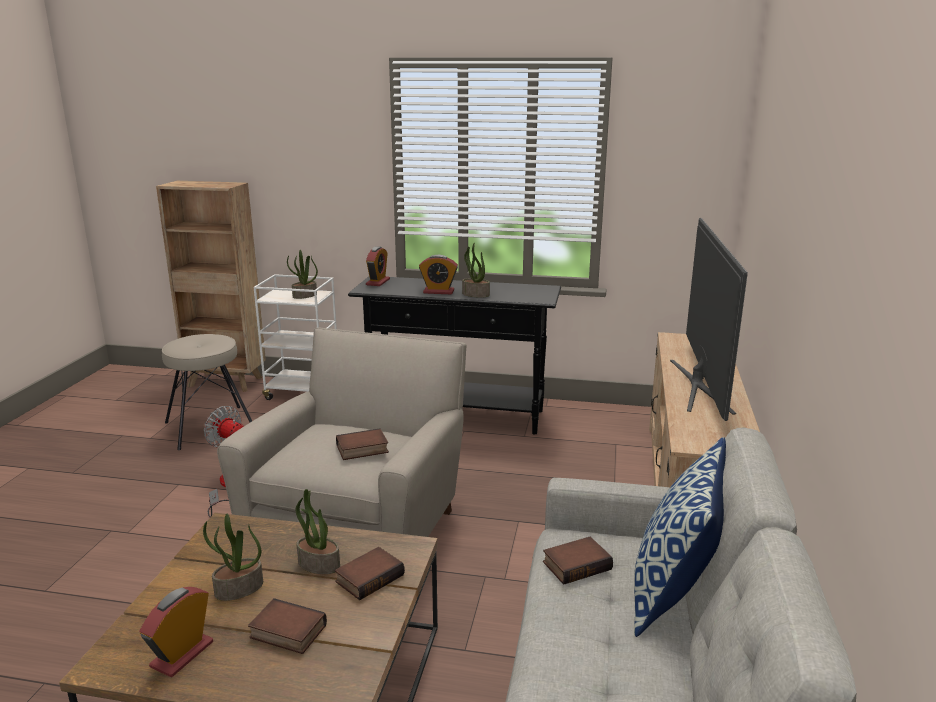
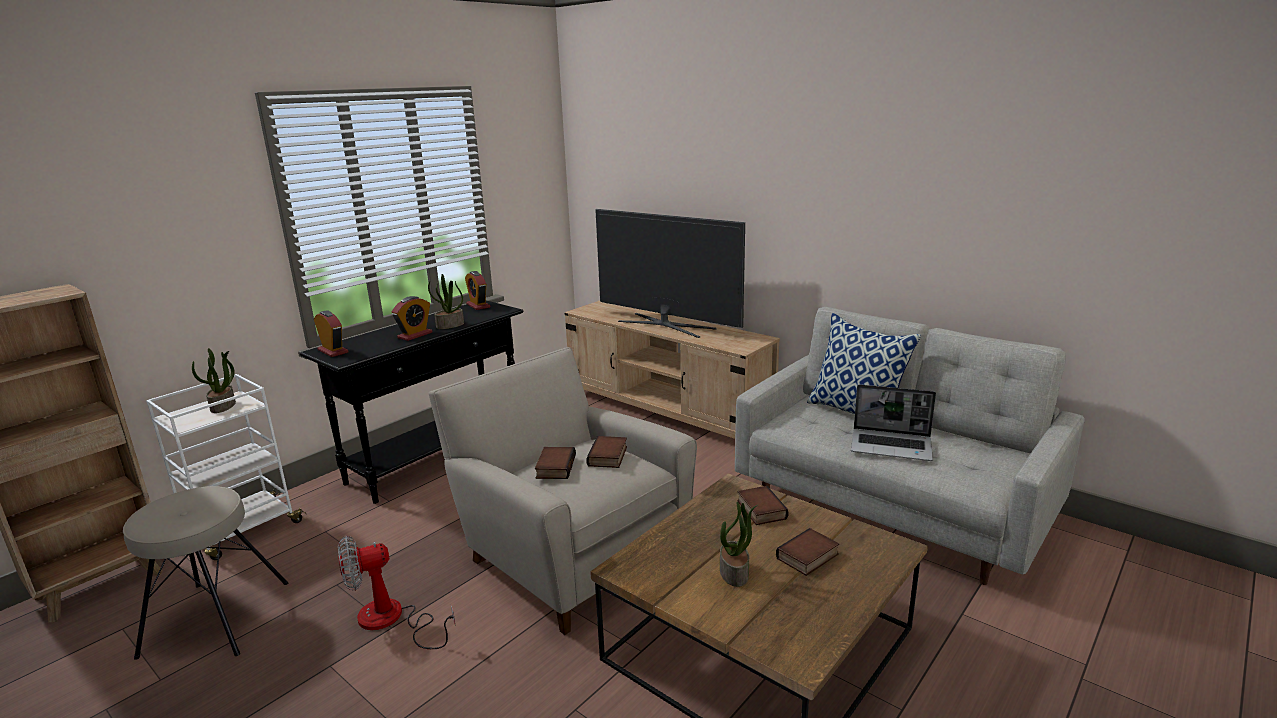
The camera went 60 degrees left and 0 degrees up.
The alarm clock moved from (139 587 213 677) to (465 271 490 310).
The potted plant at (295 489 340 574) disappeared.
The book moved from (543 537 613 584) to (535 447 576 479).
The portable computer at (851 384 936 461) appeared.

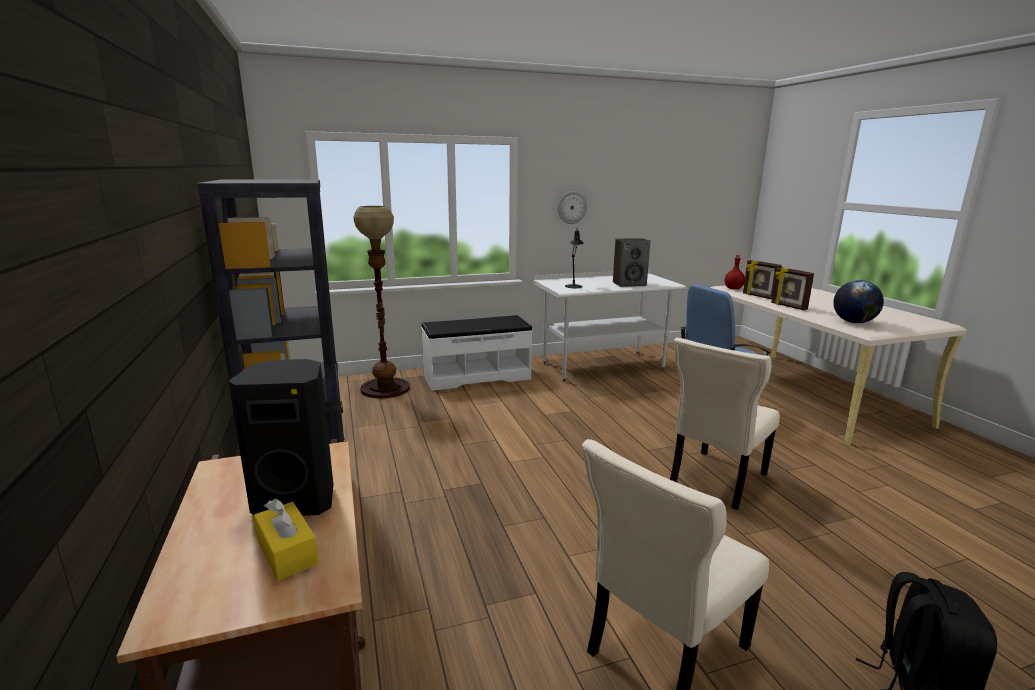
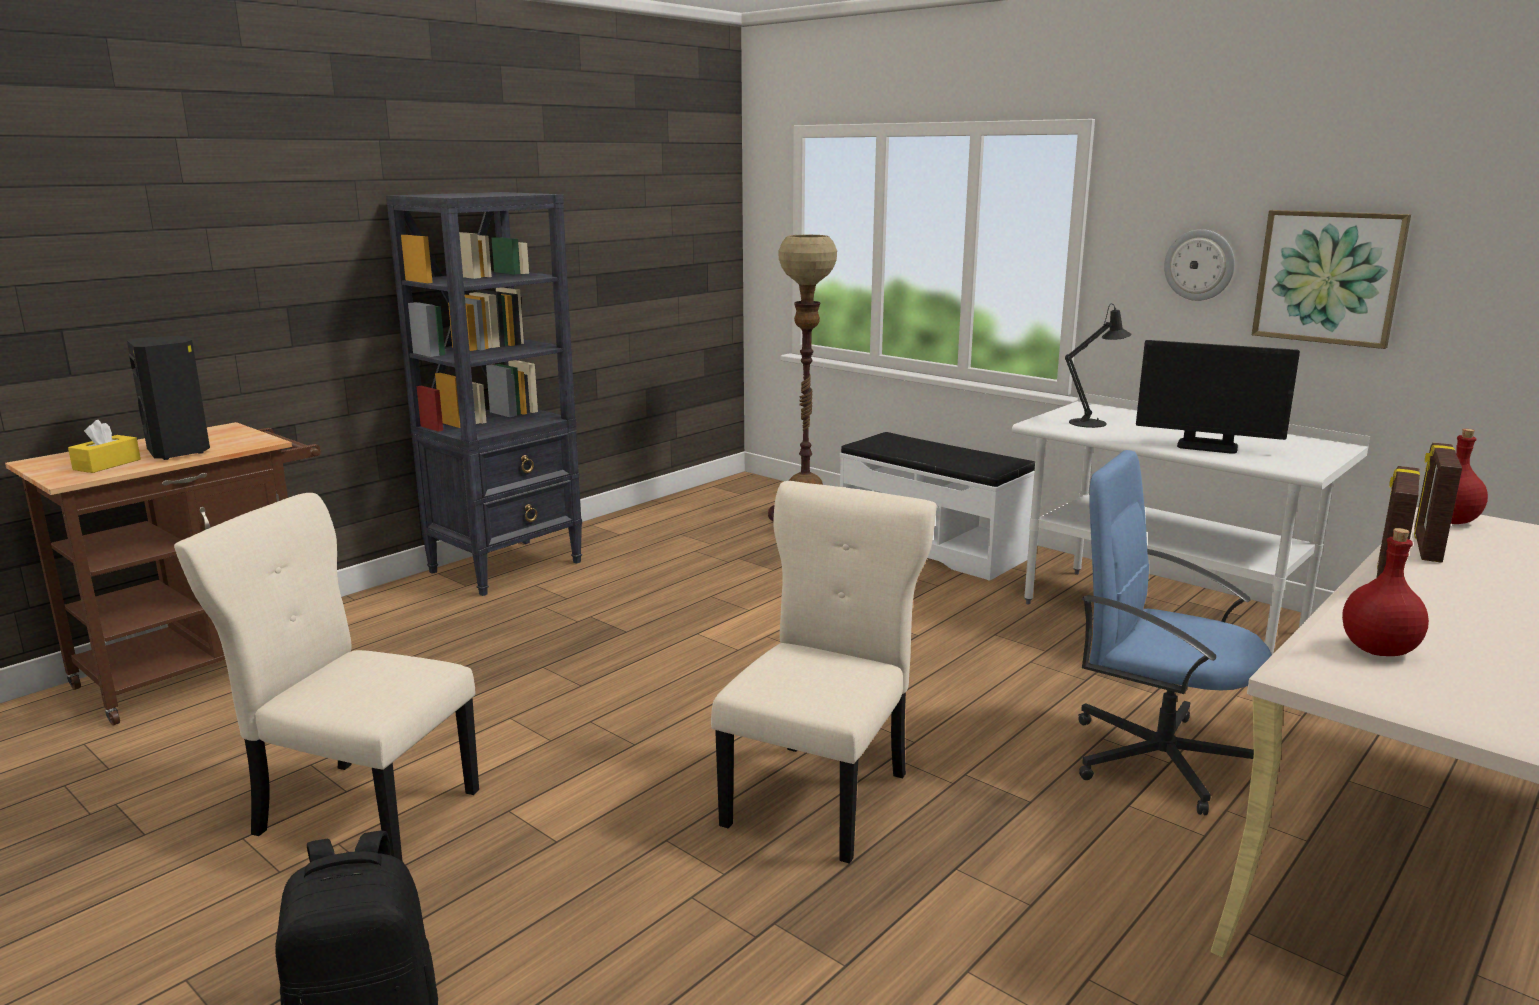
The camera went 60 degrees right and 0 degrees up.
The speaker at (613 238 650 287) was replaced by the computer display at (1136 340 1300 454).
The plain chair (sand-coloured) at (670 338 780 510) turned 105 degrees clockwise.
The desk globe at (833 280 884 323) was replaced by the drink bottle (red) at (1342 528 1429 656).
The wall picture at (1252 210 1411 349) appeared.

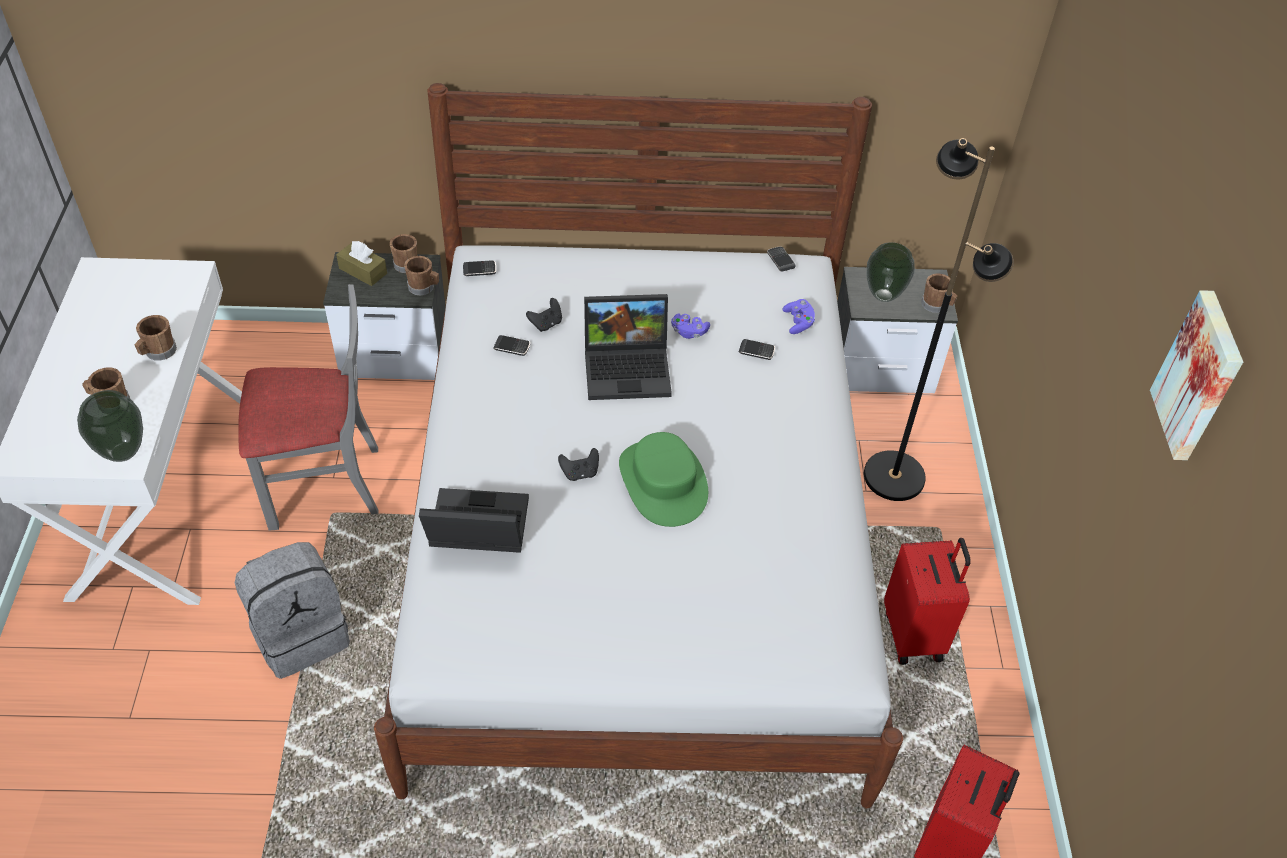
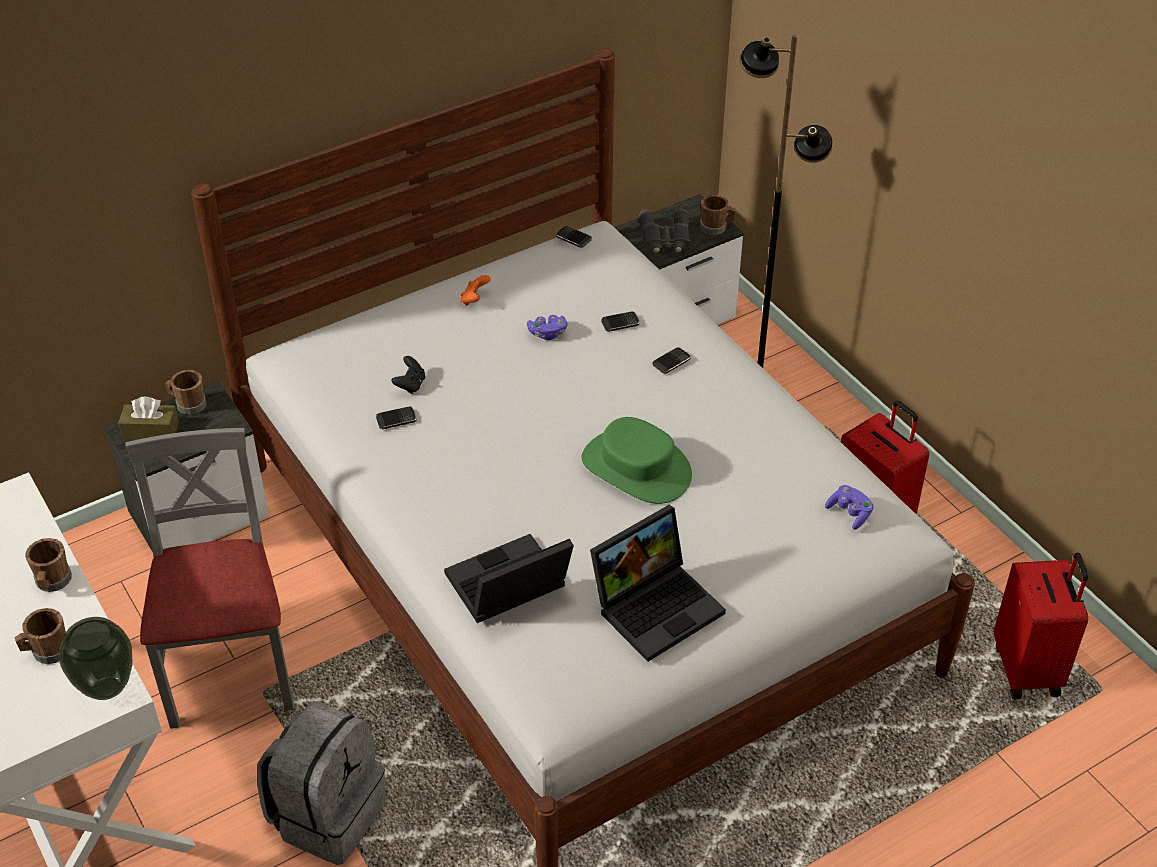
The camera went 30 degrees left and 5 degrees down.
The plain chair (grey) at (238 284 378 531) turned 60 degrees counterclockwise.
The coffee mug (brownish) at (404 256 439 295) disappeared.
The phone moved from (463 260 496 276) to (653 347 691 374).
The game controller (black-coloured) at (558 448 599 481) disappeared.
The portable computer moved from (584 294 672 400) to (590 505 726 662).
The game controller (purple-coloured) moved from (783 299 815 334) to (825 485 874 530).
The decorative vase at (867 242 915 302) was replaced by the pair of binoculars (grey) at (639 209 691 254).
The wall picture at (1150 290 1243 460) disappeared.
The game controller (orangey) at (460 275 491 306) appeared.

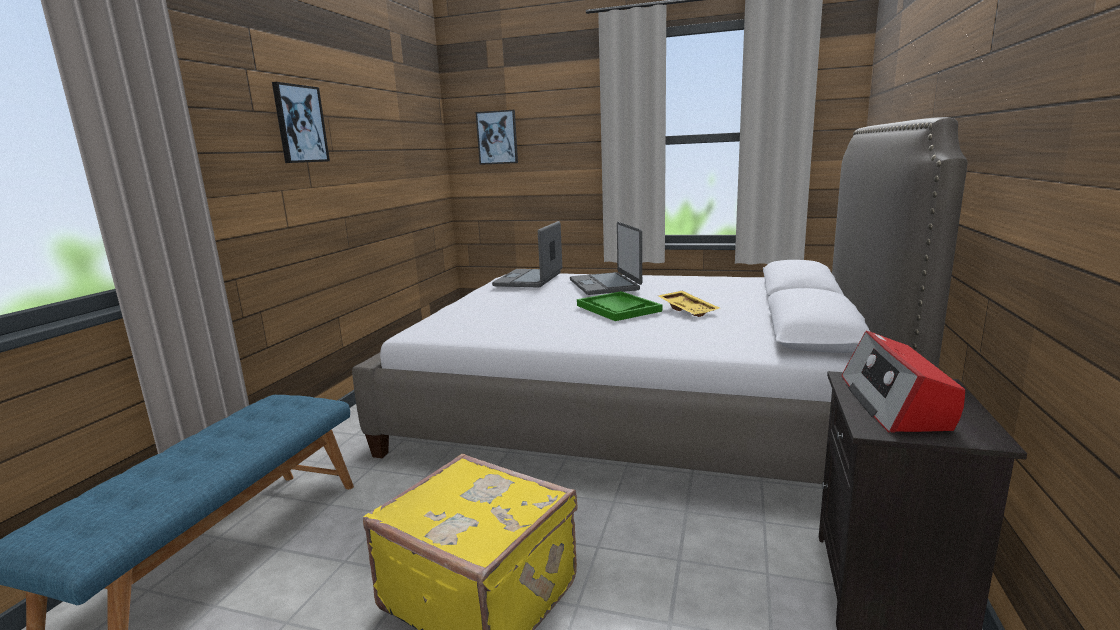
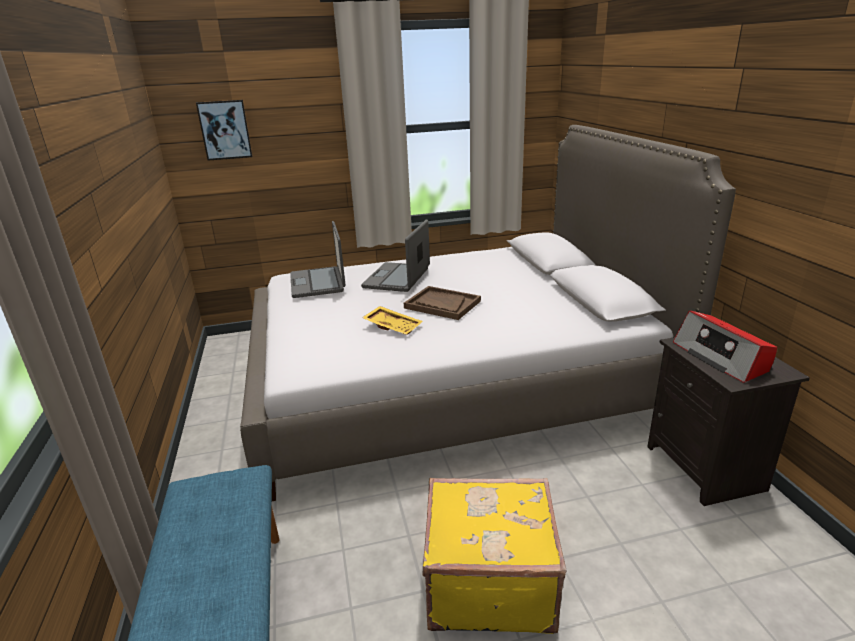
The camera went 30 degrees left and 10 degrees up.
The wall picture at (272 82 330 163) disappeared.
The portable computer at (570 222 642 295) turned 60 degrees clockwise.
The serving tray (green-coloured) at (577 291 662 321) became the serving tray (brownish) at (404 286 481 320).
The serving tray (yellow-coloured) moved from (658 291 719 317) to (362 306 423 335).

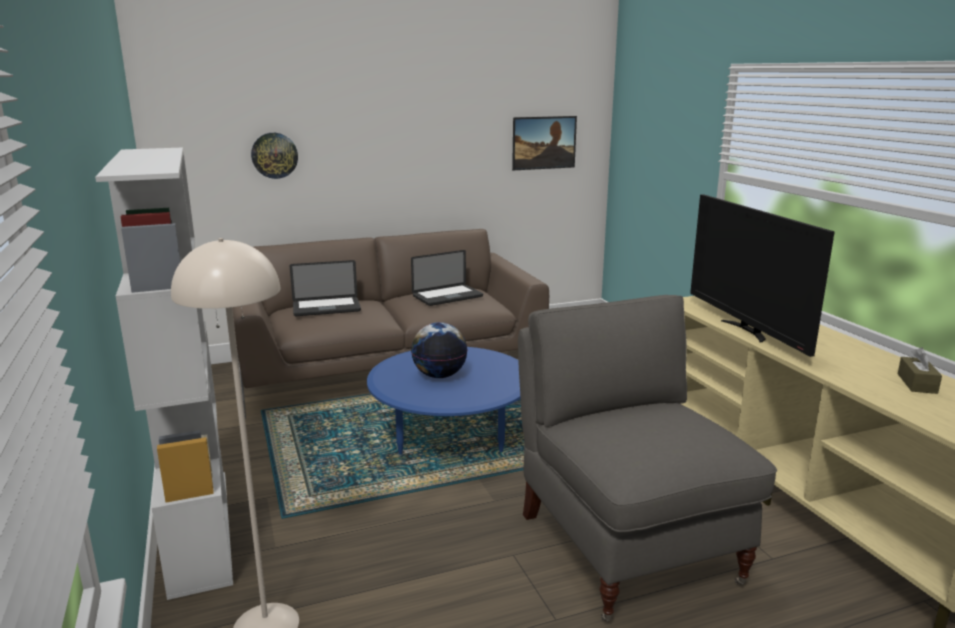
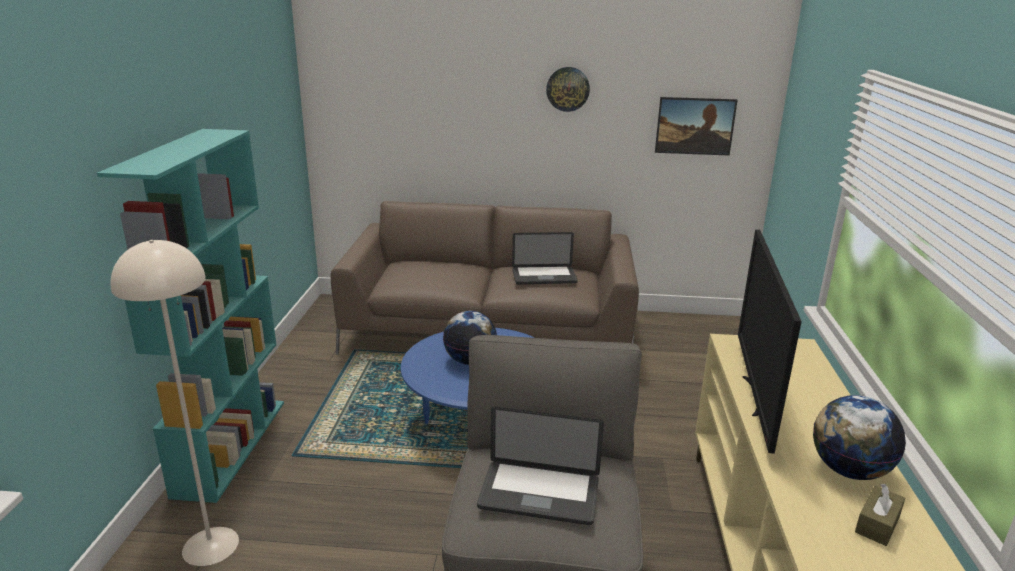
The camera went 25 degrees right and 5 degrees up.
The bookshelf (whitish) at (95 148 233 600) became the bookshelf (turquoise-coloured) at (97 129 284 503).
The wall clock moved from (251 133 298 179) to (546 67 590 112).
The portable computer moved from (290 260 361 316) to (477 406 604 525).
The desk globe at (813 395 906 480) appeared.

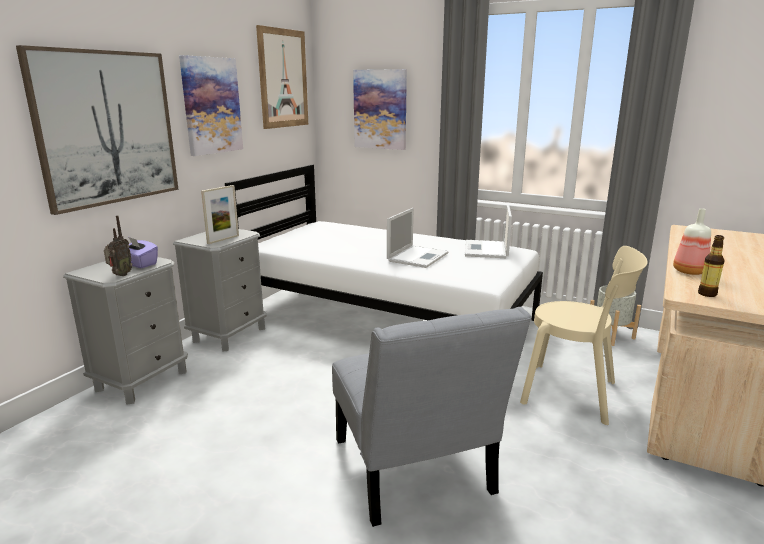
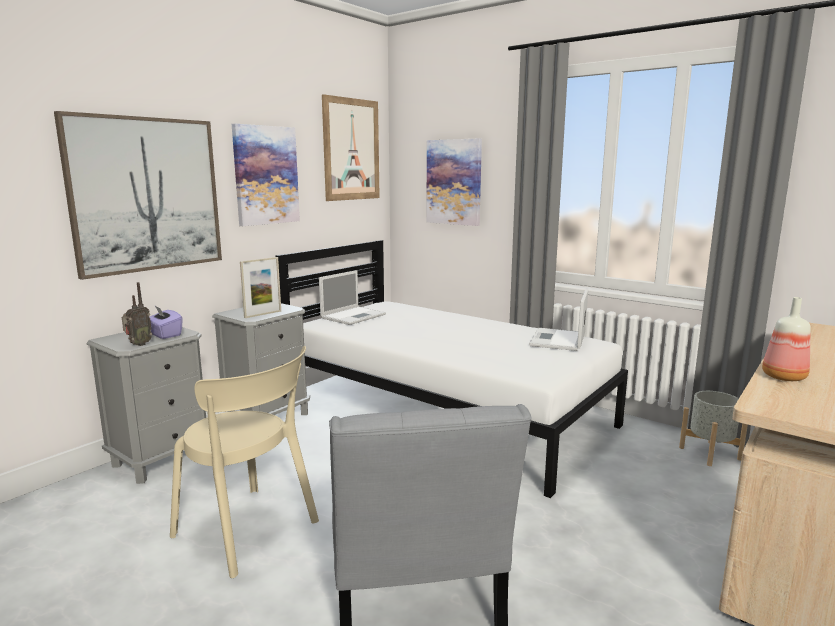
The camera went 10 degrees right and 5 degrees down.
The portable computer moved from (387 208 449 268) to (319 270 386 325).
The plain chair (sand-coloured) moved from (520 246 648 425) to (170 346 319 578).
The drink bottle at (698 235 725 297) disappeared.

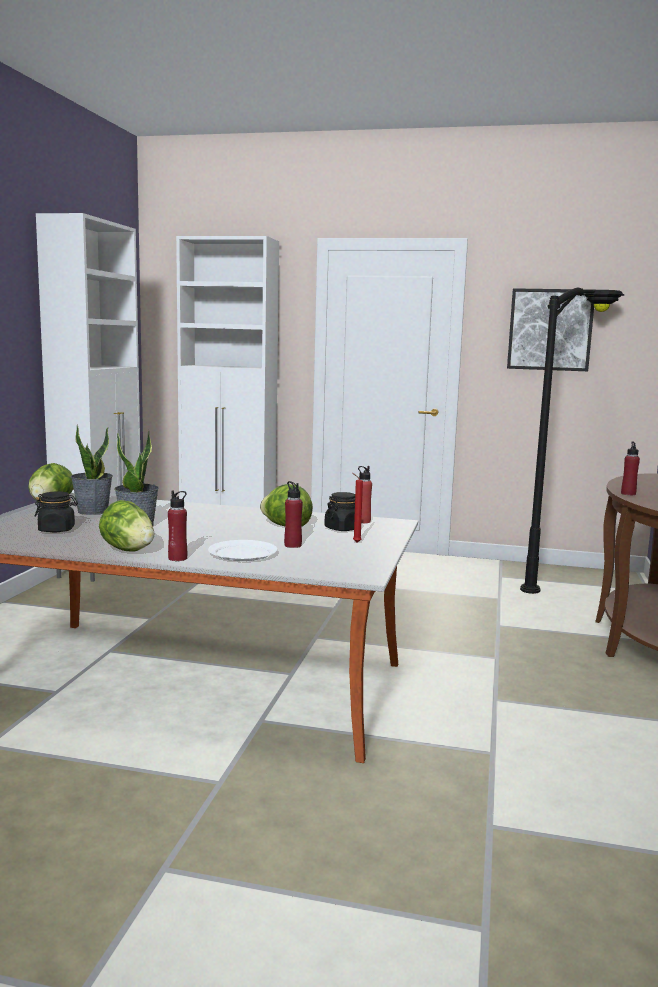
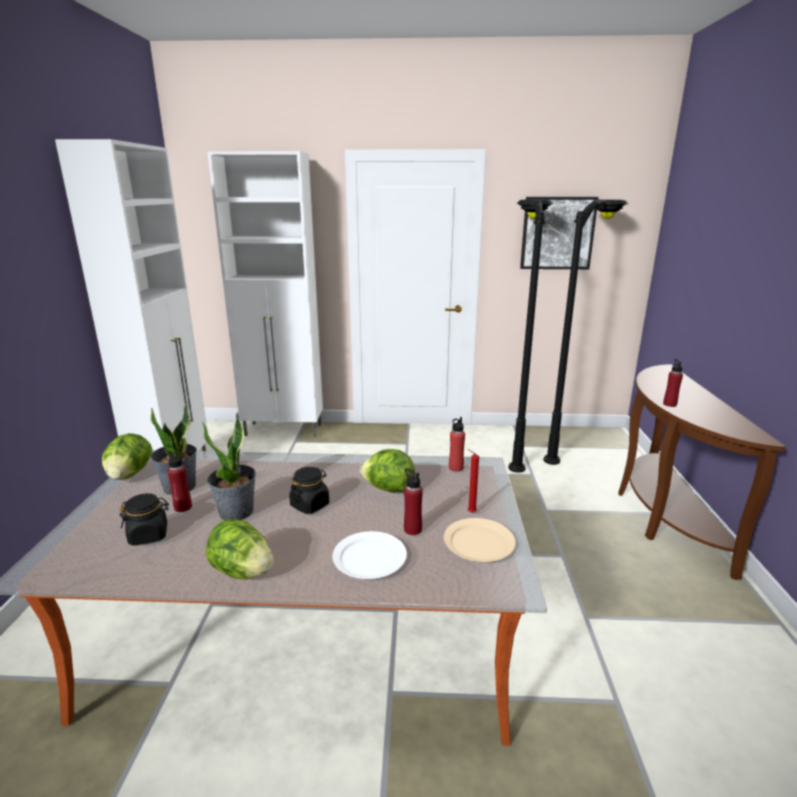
The camera went 10 degrees left and 10 degrees up.
The drink bottle (red) moved from (168 490 187 561) to (167 451 192 512).
The jar (black-coloured) moved from (324 492 362 531) to (289 467 329 514).
The plate (sand-coloured) at (444 518 516 562) appeared.
The floor lamp (black-coloured) at (508 199 553 473) appeared.

